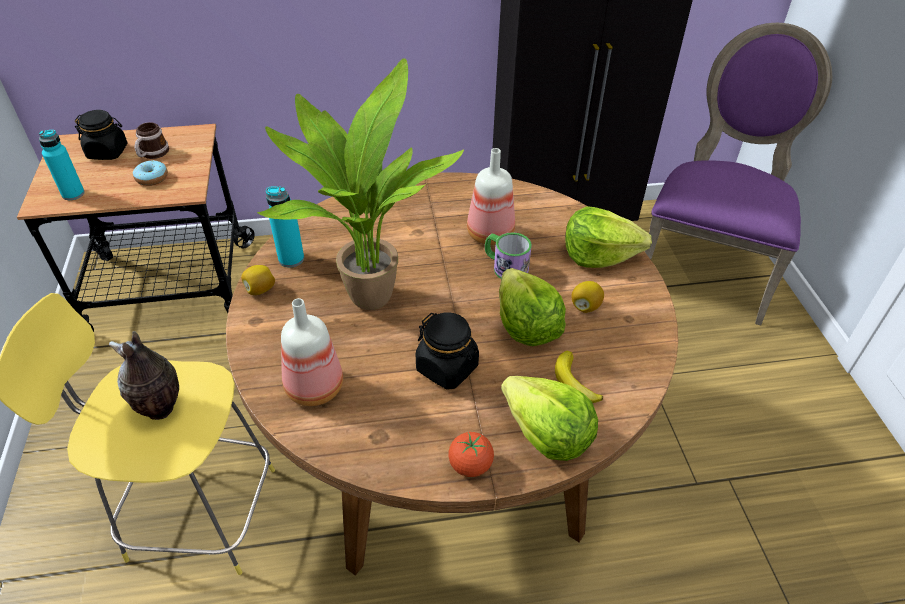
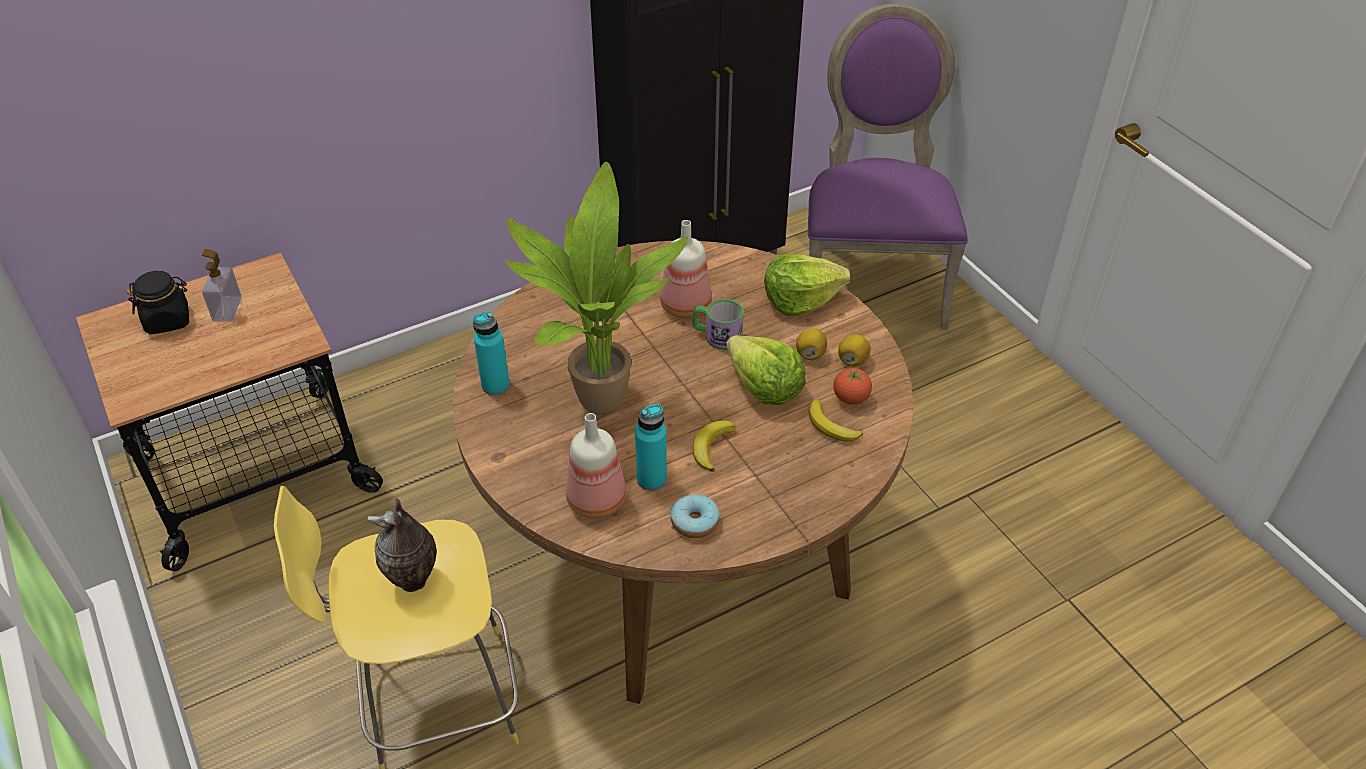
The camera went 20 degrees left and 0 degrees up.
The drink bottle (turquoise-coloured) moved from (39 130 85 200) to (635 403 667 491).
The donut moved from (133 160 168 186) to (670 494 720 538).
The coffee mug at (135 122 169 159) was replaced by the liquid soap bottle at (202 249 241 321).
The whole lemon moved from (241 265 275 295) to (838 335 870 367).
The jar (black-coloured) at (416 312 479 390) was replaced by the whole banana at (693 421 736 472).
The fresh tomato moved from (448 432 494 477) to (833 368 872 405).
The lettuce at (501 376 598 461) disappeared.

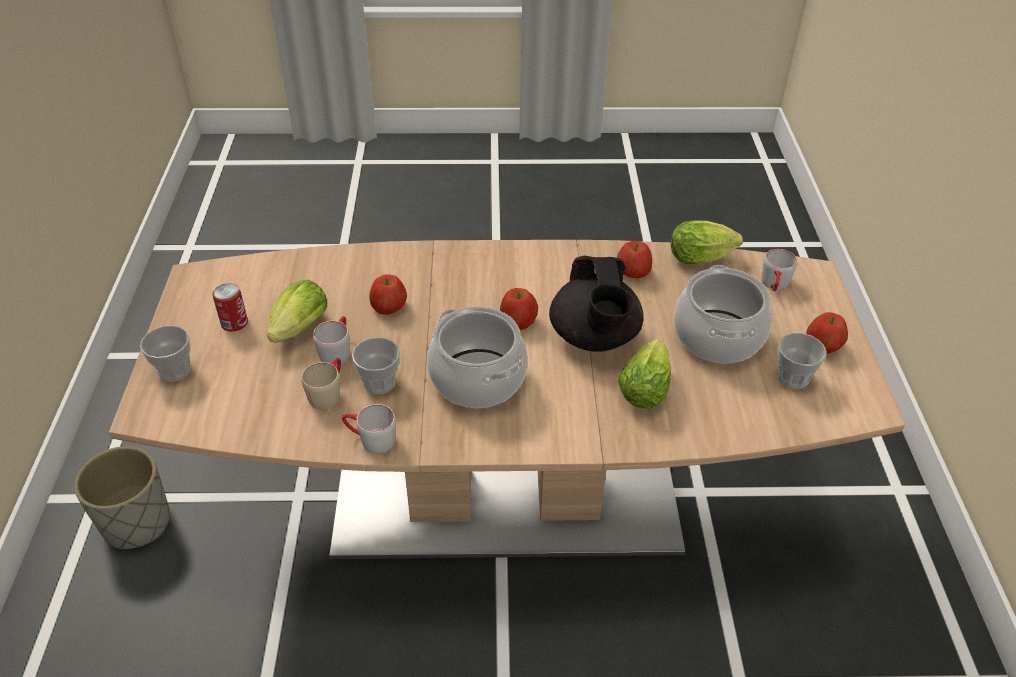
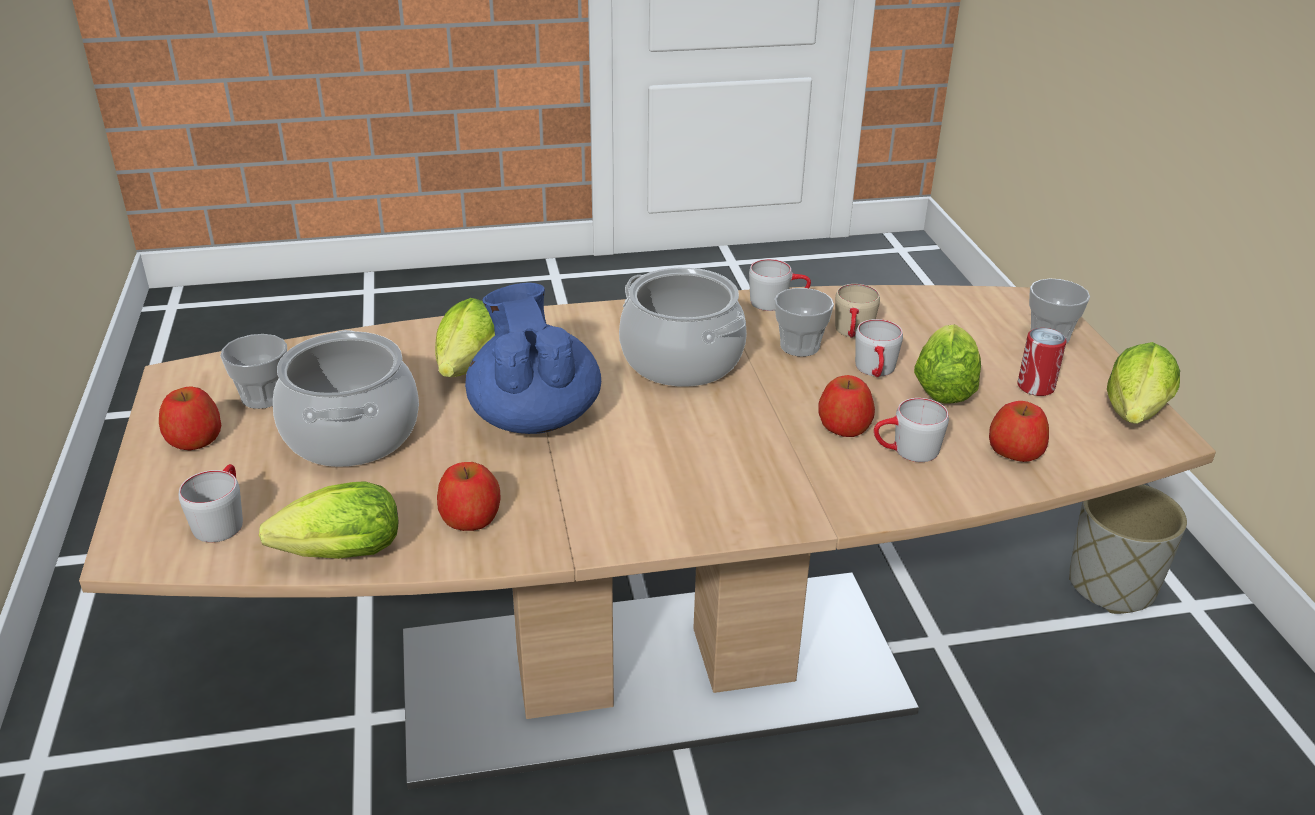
The camera went 170 degrees right and 10 degrees down.
The apple fruit moved from (500 288 538 330) to (989 401 1049 462).
The teapot (black-coloured) at (549 256 643 352) became the teapot (blue-coloured) at (465 283 601 434).
The coffee mug (grey) at (874 398 949 462) appeared.
The lettuce at (1107 342 1180 424) appeared.

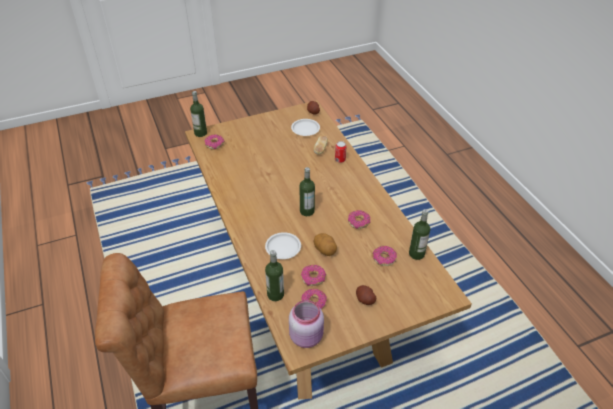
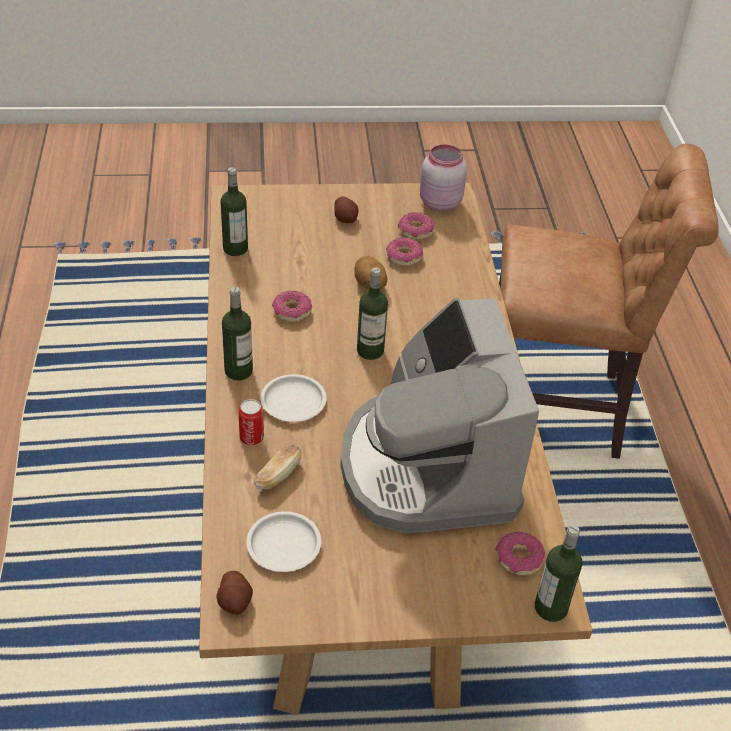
The camera went 165 degrees left and 0 degrees up.
The plate (whitish) moved from (265 232 301 259) to (261 374 327 422).
The drink bottle moved from (265 250 284 301) to (222 287 253 381).
The donut at (373 246 397 266) disappeared.
The coffee brewer at (340 298 539 533) appeared.

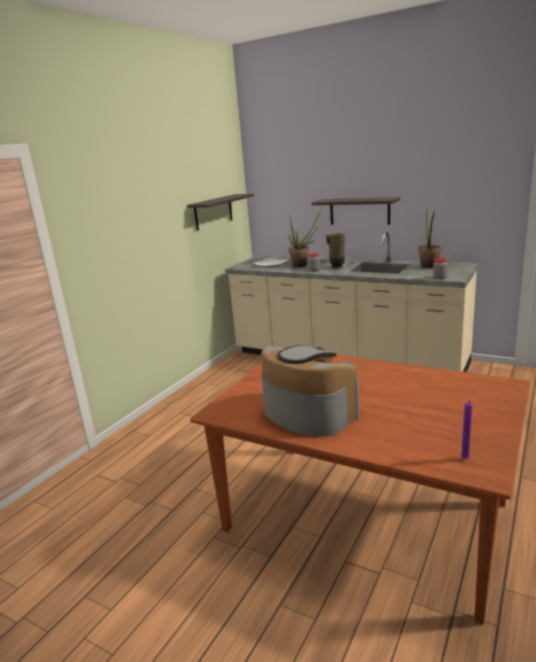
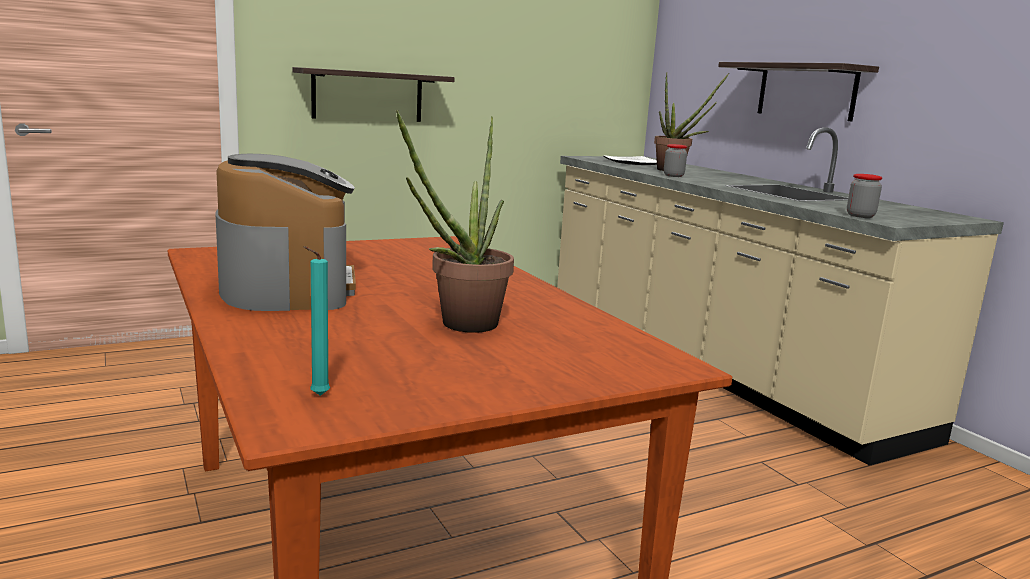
The camera went 30 degrees right and 5 degrees down.
The wall shelf moved from (187 194 254 231) to (292 67 455 122).
The decorative vase at (326 233 346 269) disappeared.
The potted plant moved from (418 208 442 268) to (396 110 514 333).
The wax candle (purple-coloured) at (461 401 472 459) became the wax candle (turquoise-coloured) at (304 246 330 396).

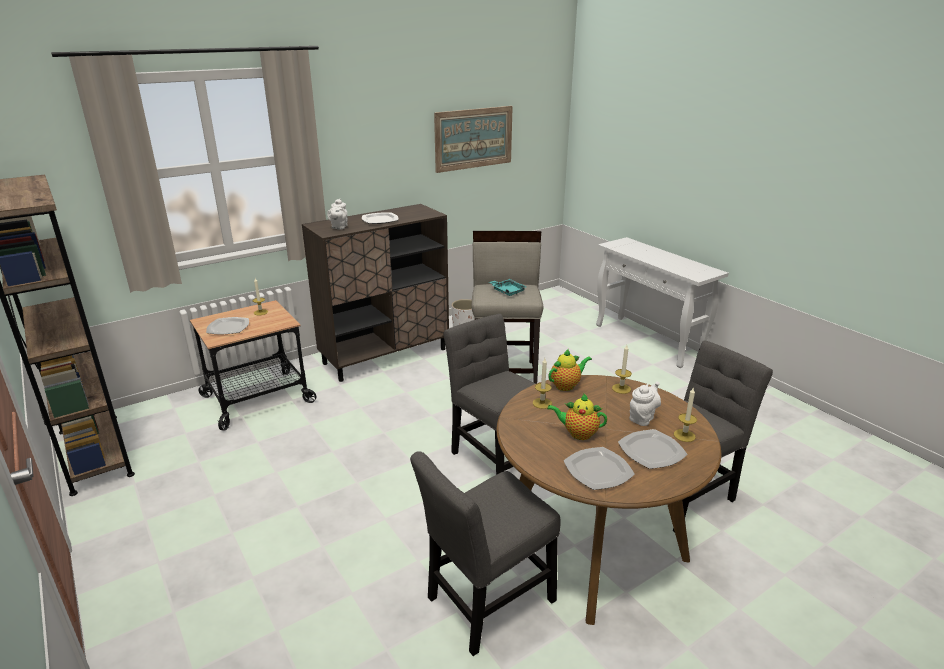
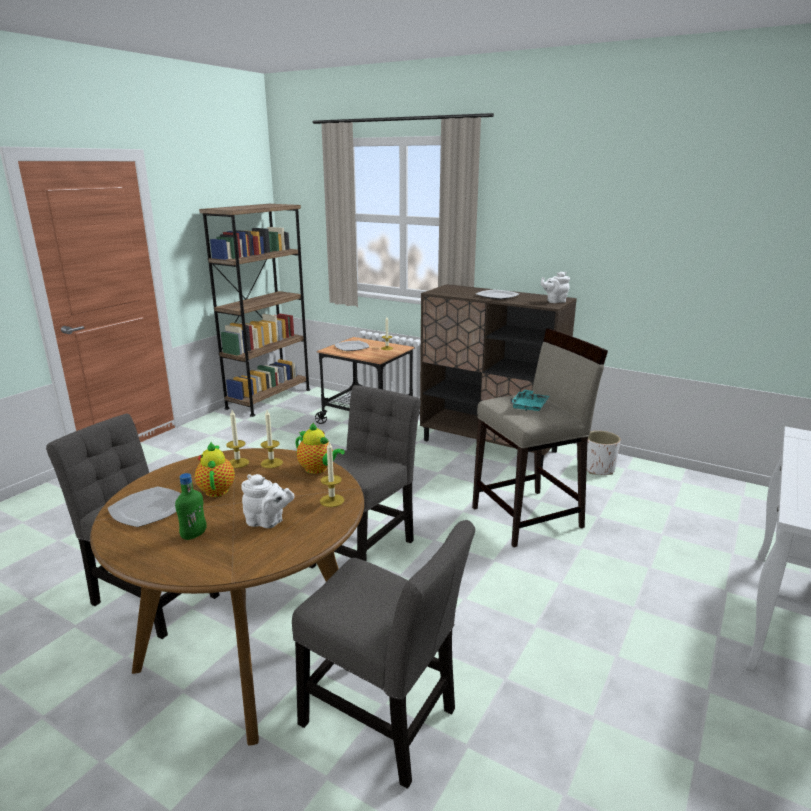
The camera went 65 degrees right and 5 degrees down.
The teapot (whitish) moved from (327 199 348 230) to (541 271 570 303).
The wall picture at (434 106 513 173) disappeared.
The plate at (618 429 688 469) was replaced by the drink bottle (green-coloured) at (175 473 207 540).
The wax candle moved from (674 388 697 442) to (226 410 249 468).

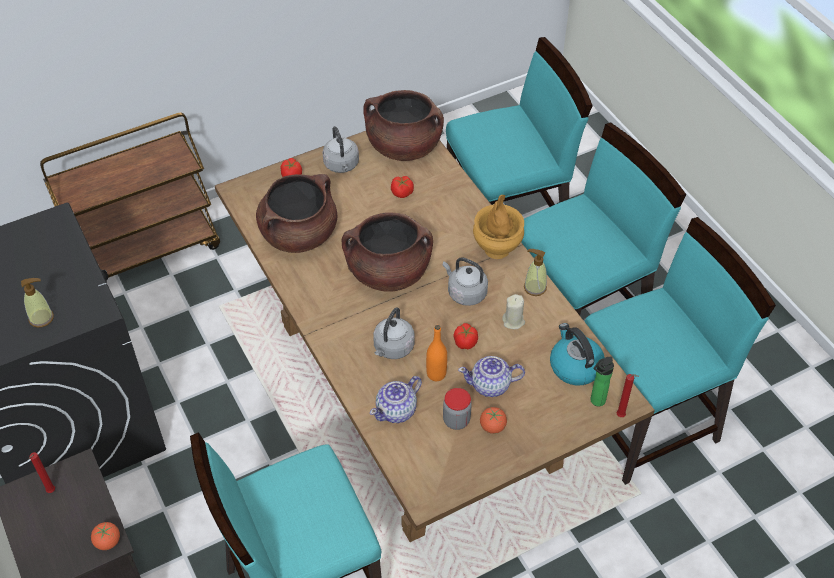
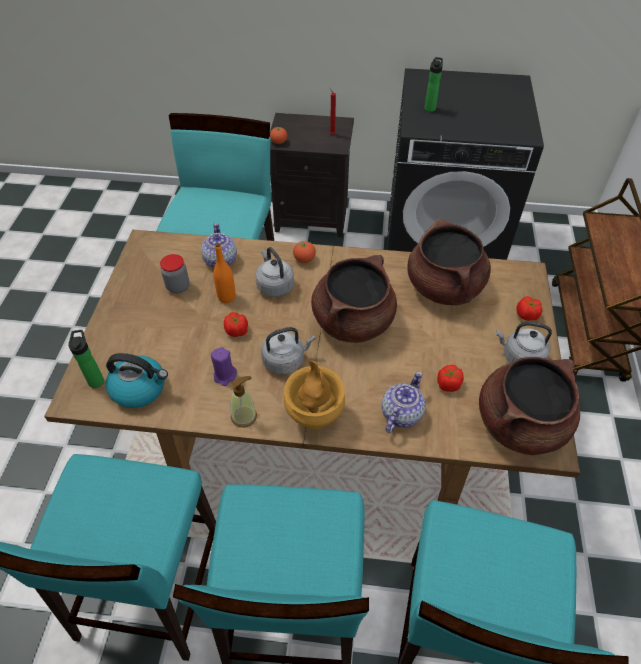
The camera went 125 degrees right and 0 degrees up.
The liquid soap bottle at (21 278 54 328) was replaced by the drink bottle at (424 57 443 112).
The teapot moved from (458 356 525 397) to (382 371 425 433).
The fresh tomato moved from (480 407 507 434) to (293 241 316 263).
The wax candle (sand-coloured) at (502 294 525 329) became the wax candle (purple-coloured) at (211 347 237 386).
The wax candle (red) at (617 374 639 417) disappeared.

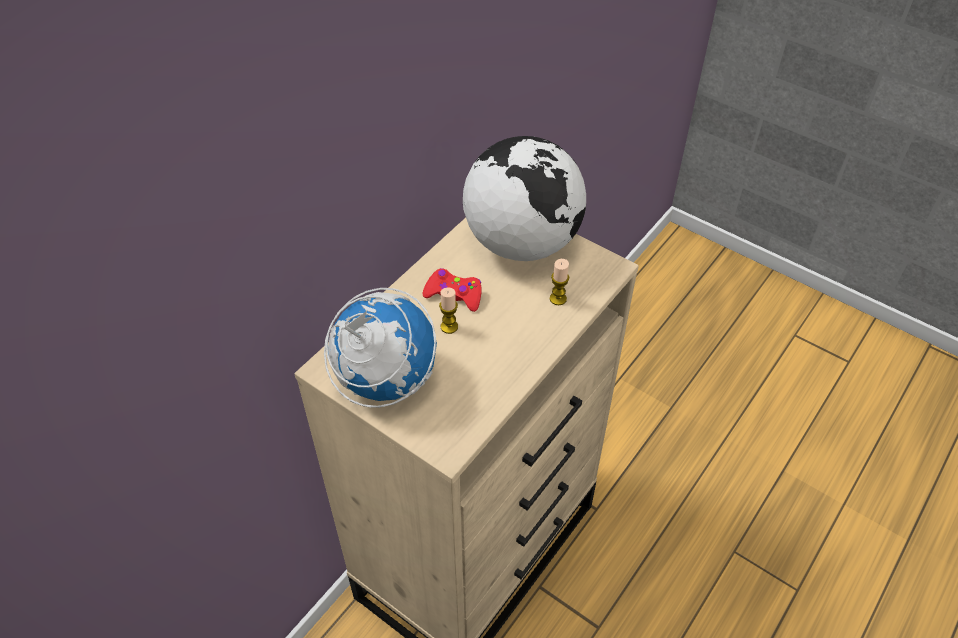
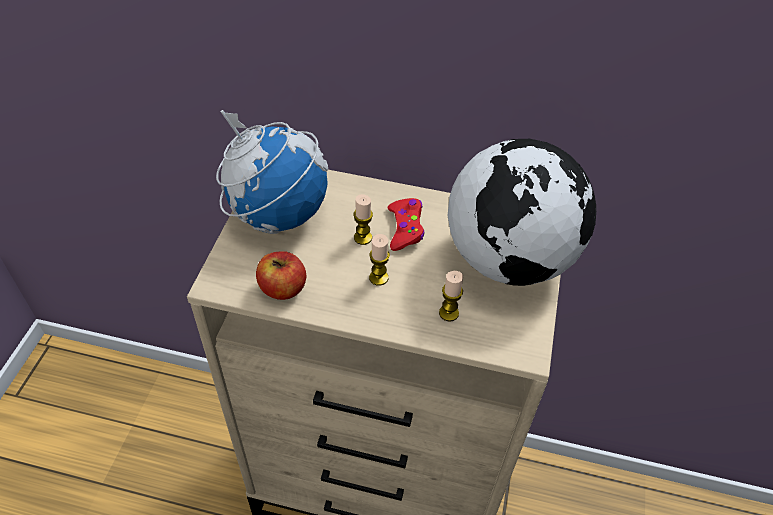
The camera went 65 degrees right and 0 degrees up.
The apple fruit at (256 251 306 300) appeared.
The wax candle at (369 234 390 286) appeared.

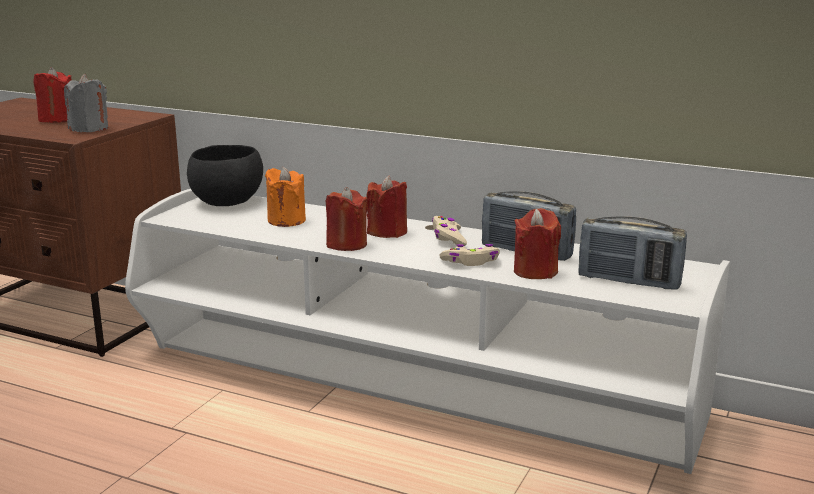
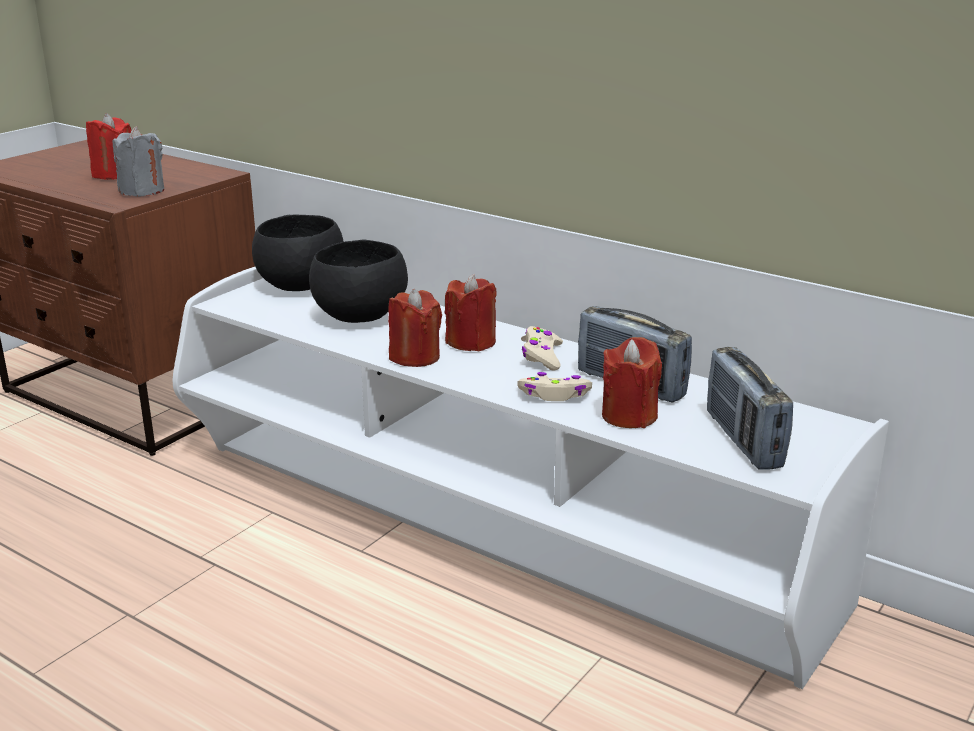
The camera went 10 degrees right and 5 degrees up.
The wax candle (orangey) at (265 167 306 227) was replaced by the bowl (black-coloured) at (309 240 408 323).
The radio at (578 216 687 290) turned 45 degrees clockwise.

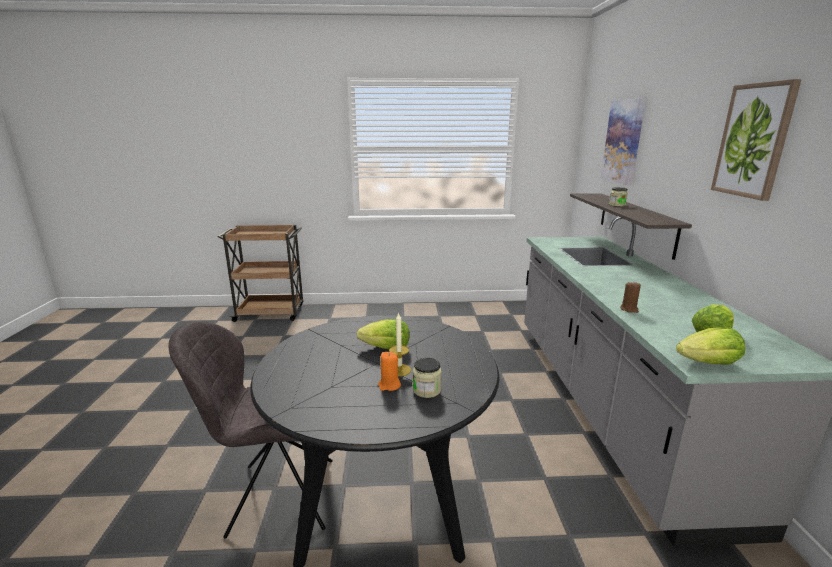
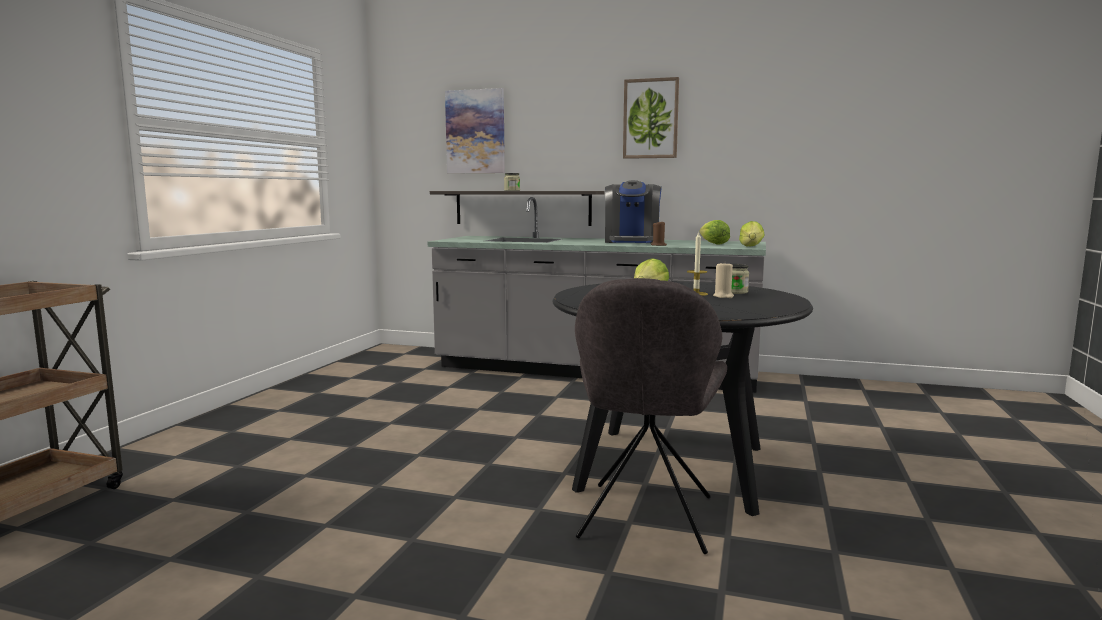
The camera went 70 degrees left and 10 degrees down.
The wax candle (orangey) at (378 352 401 391) became the wax candle (sand-coloured) at (713 262 734 298).
The coffee brewer at (605 180 662 243) appeared.

